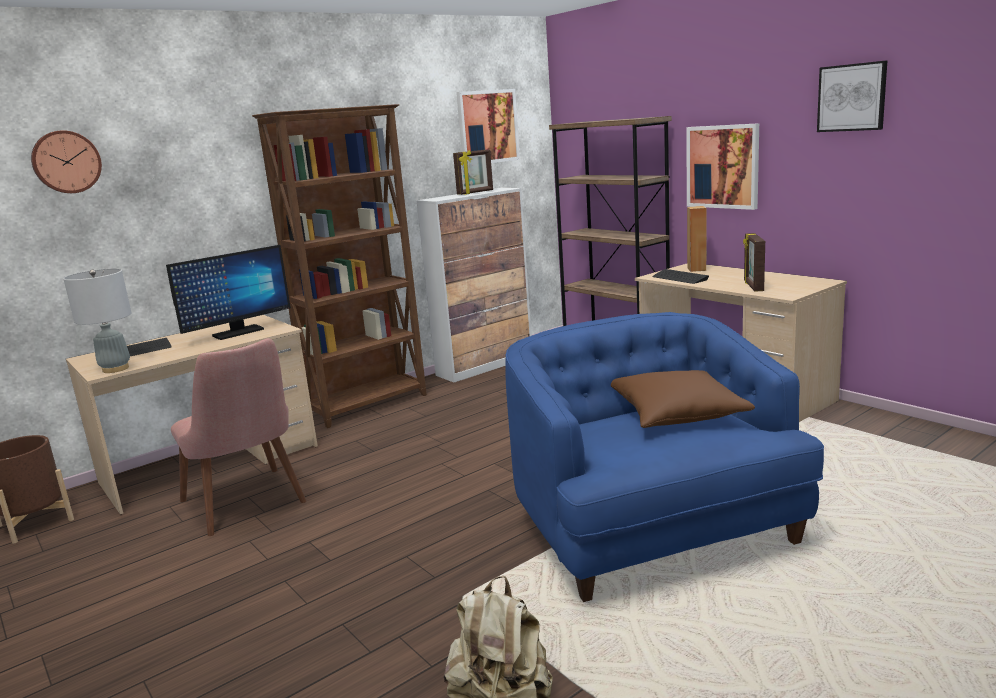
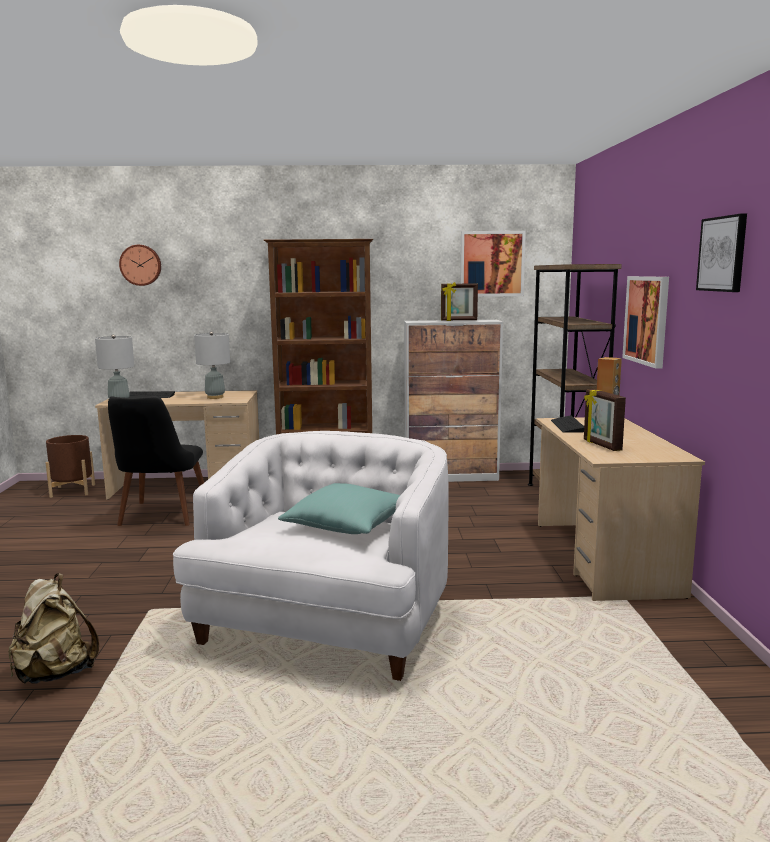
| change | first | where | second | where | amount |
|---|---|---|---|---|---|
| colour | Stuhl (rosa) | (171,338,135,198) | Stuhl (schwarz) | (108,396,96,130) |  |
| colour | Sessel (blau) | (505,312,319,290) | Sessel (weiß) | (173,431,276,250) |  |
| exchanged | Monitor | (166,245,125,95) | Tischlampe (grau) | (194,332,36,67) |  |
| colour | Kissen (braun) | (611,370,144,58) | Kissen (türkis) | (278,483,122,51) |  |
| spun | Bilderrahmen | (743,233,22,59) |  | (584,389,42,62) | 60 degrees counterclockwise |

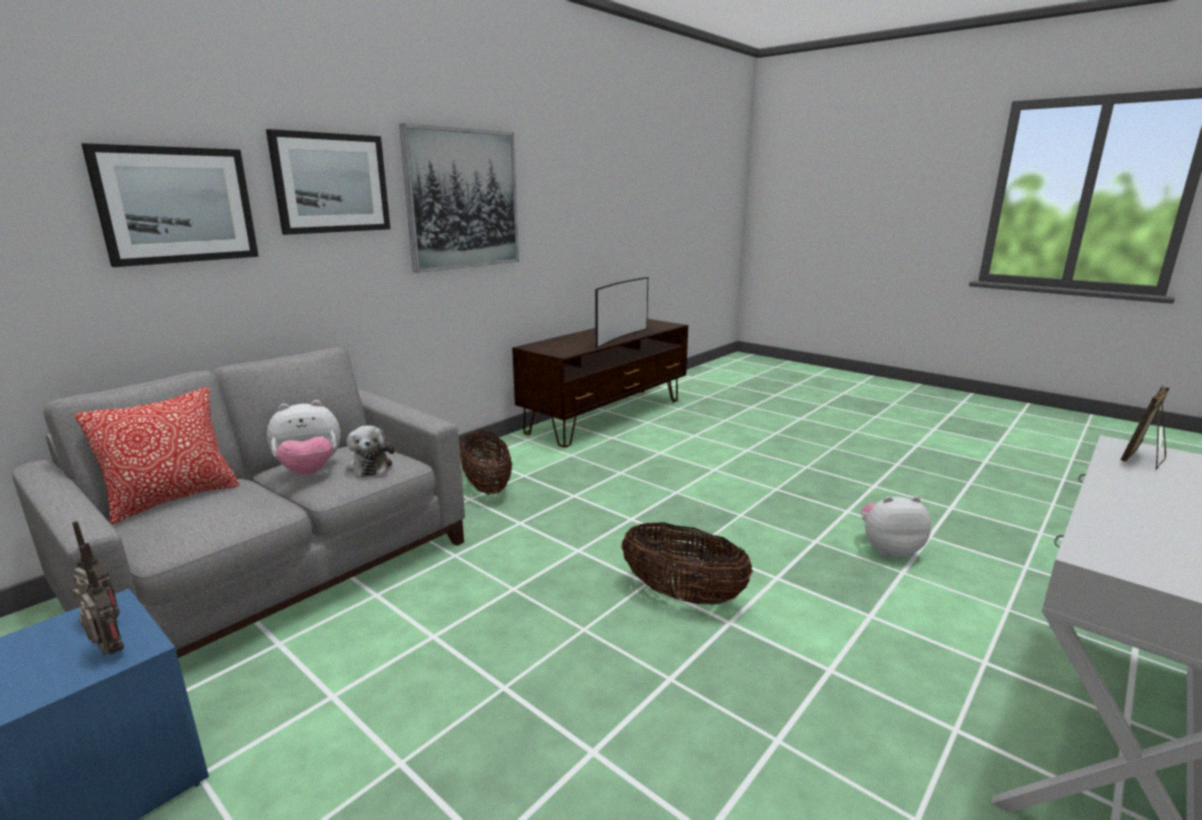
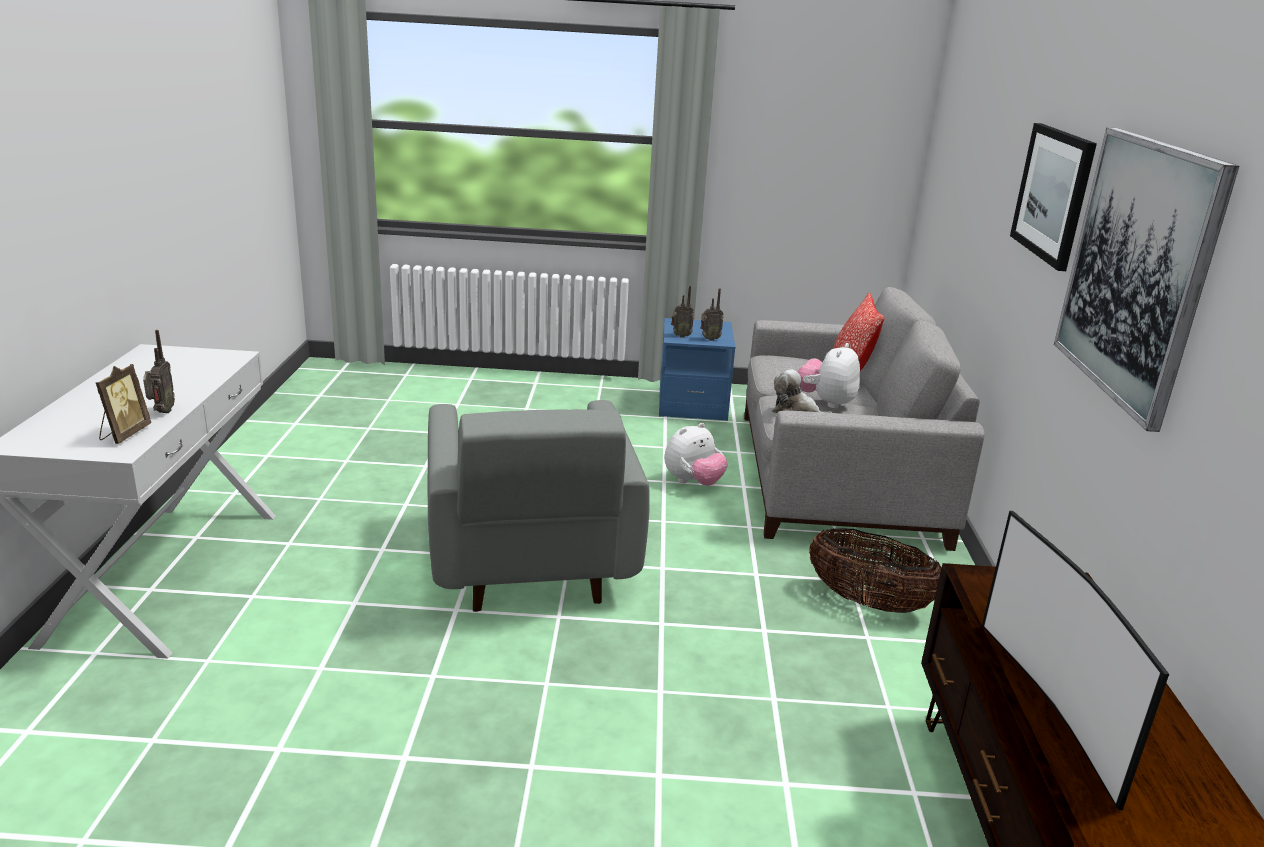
| change | first | where | second | where | amount |
|---|---|---|---|---|---|
| appeared |  |  | Radio | (143,330,32,83) |  |
| exchanged | Korb | (621,522,132,82) | Sessel (grau) | (428,400,222,212) |  |
| relocated | Plüschtier | (861,496,70,62) |  | (664,423,64,63) |  |
| missing | Bild | (81,143,178,124) |  |  |  |

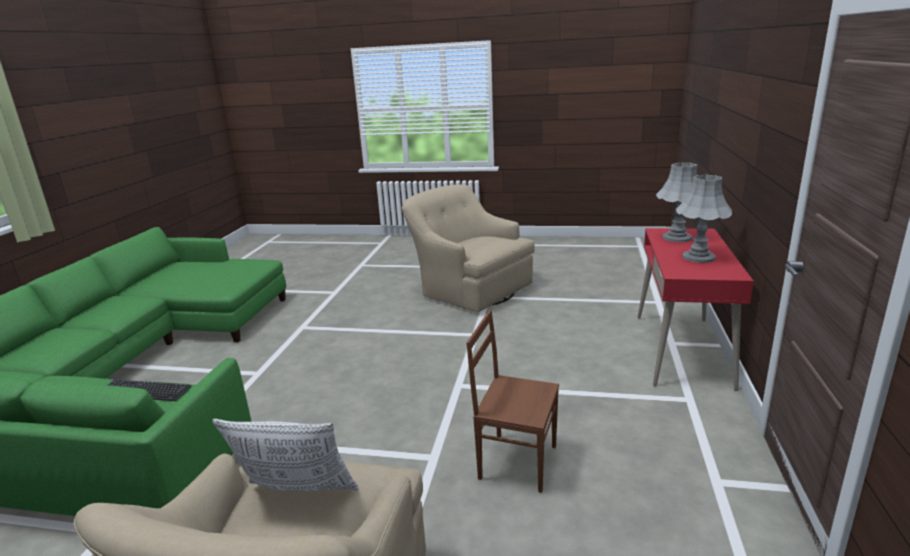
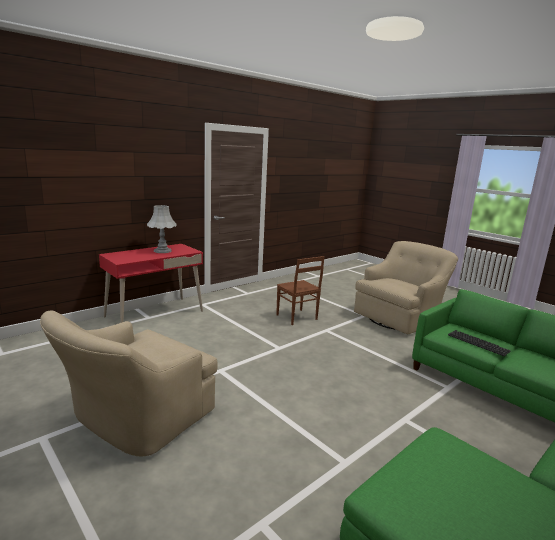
| change | first | where | second | where | amount |
|---|---|---|---|---|---|
| spun | Sessel (beige) | (402,184,132,128) |  | (40,310,178,147) | 45 degrees clockwise |
| missing | Kissen | (212,419,147,72) |  |  |  |
| missing | Tischlampe (grau) | (656,162,41,80) |  |  |  |

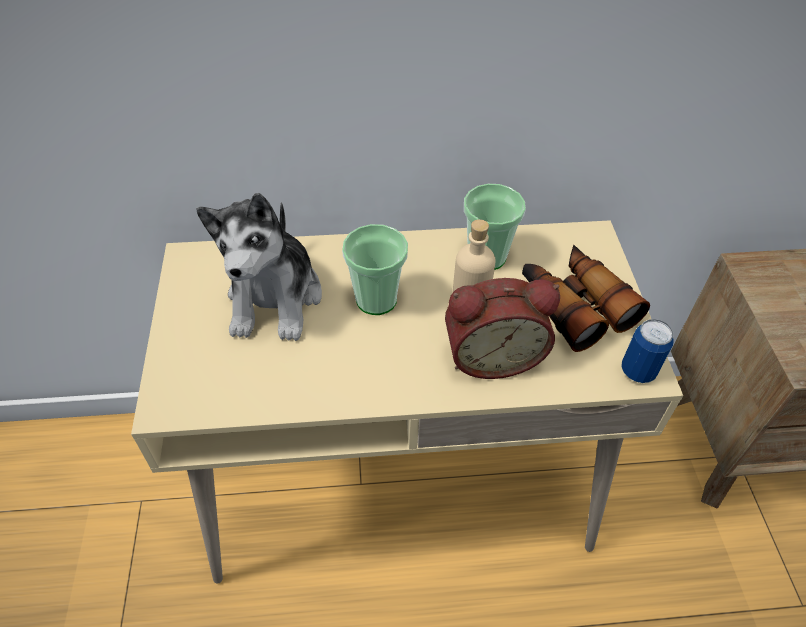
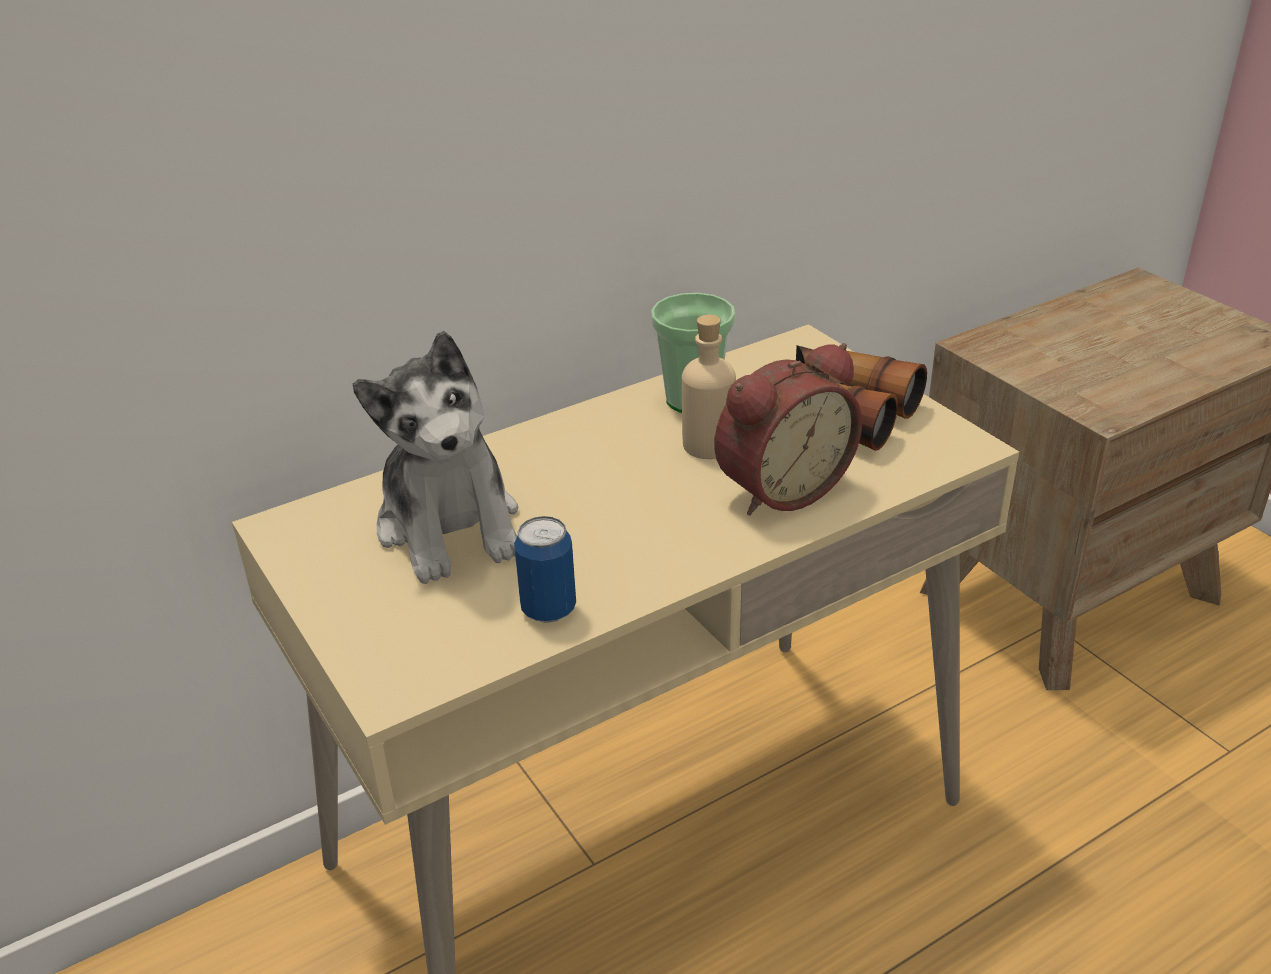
| change | first | where | second | where | amount |
|---|---|---|---|---|---|
| relocated | Dose | (621,319,52,64) |  | (514,516,62,107) |  |
| missing | Tasse | (342,224,66,91) |  |  |  |

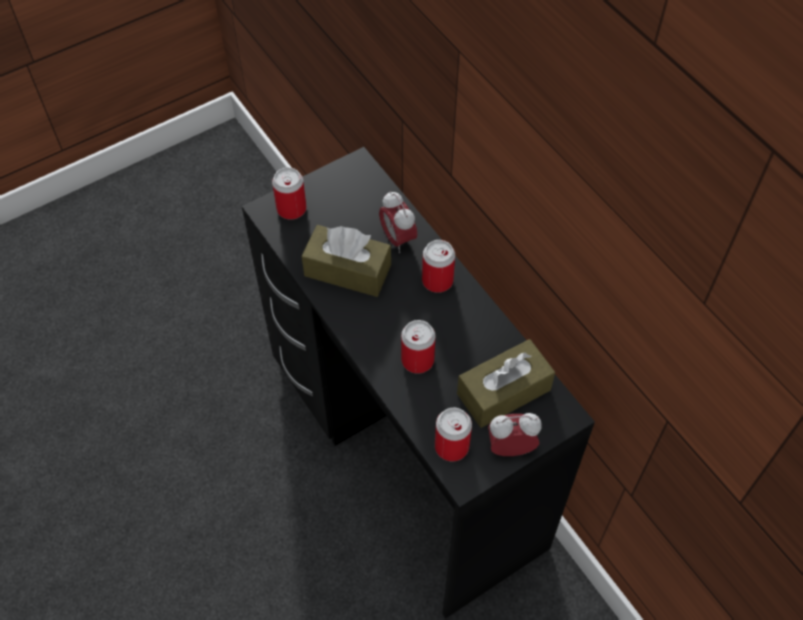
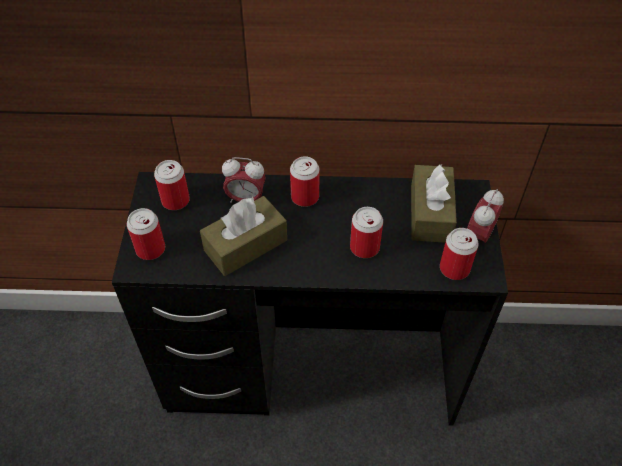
| change | first | where | second | where | amount |
|---|---|---|---|---|---|
| appeared |  |  | Dose | (154,160,36,50) |  |

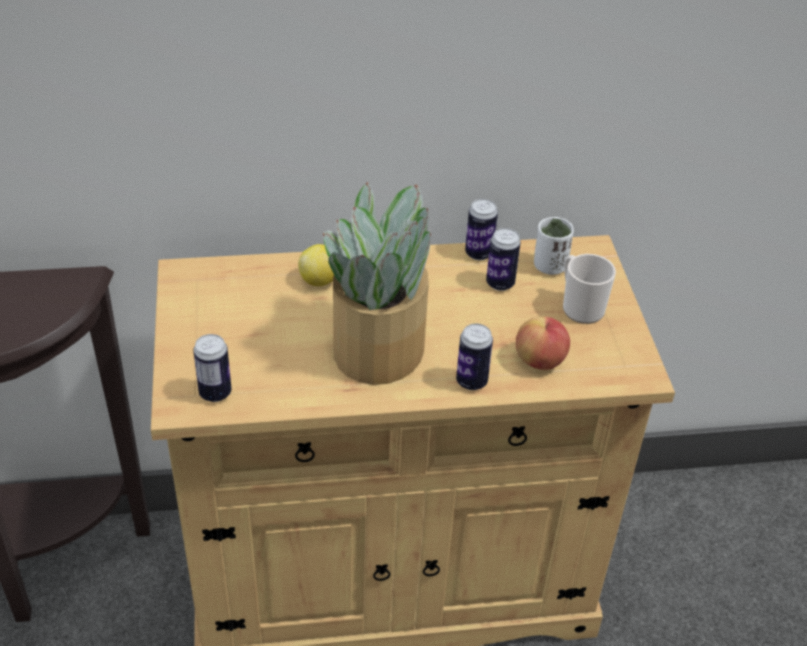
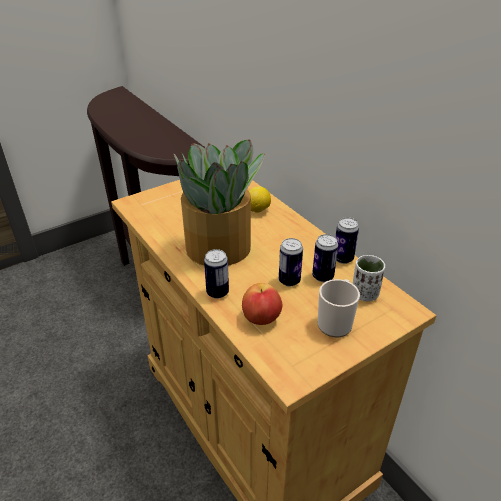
| change | first | where | second | where | amount |
|---|---|---|---|---|---|
| relocated | Dose | (193,334,39,68) |  | (279,238,24,48) |  |

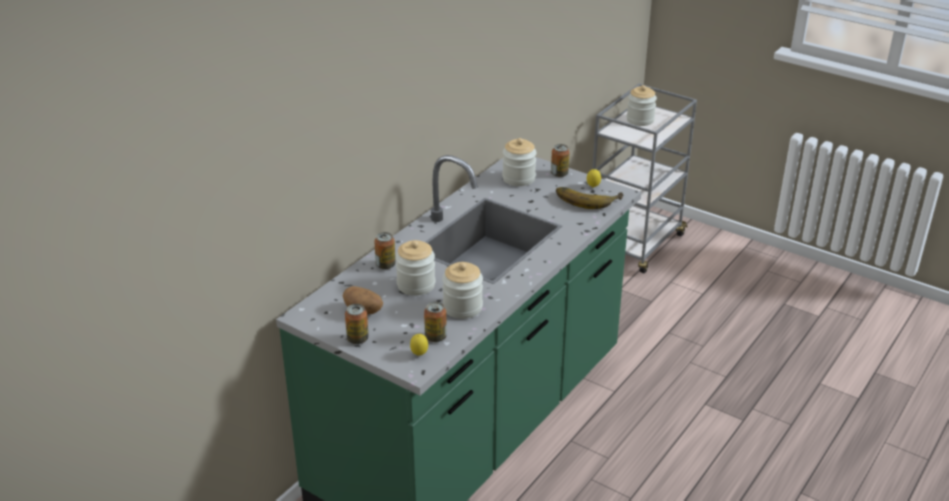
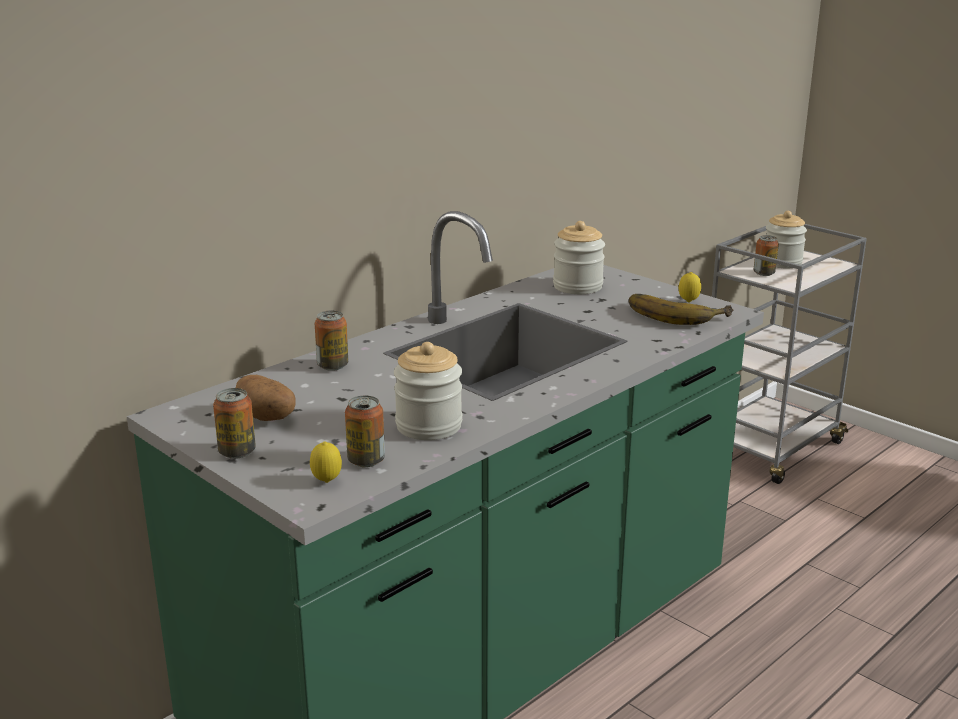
| change | first | where | second | where | amount |
|---|---|---|---|---|---|
| relocated | Dose | (551,144,19,33) |  | (753,235,26,41) |  |
| missing | Vorratsglas | (395,240,40,56) |  |  |  |

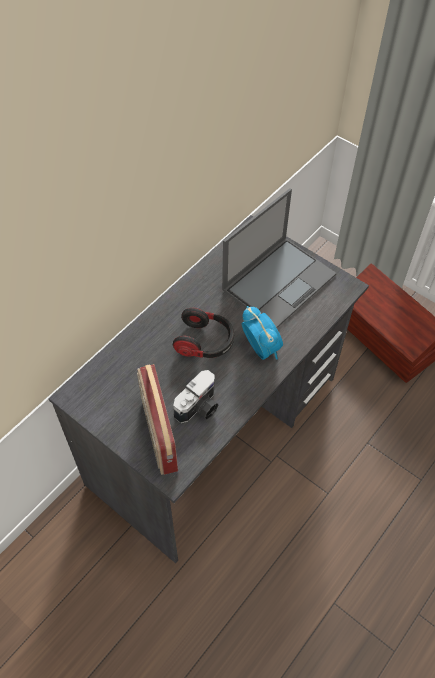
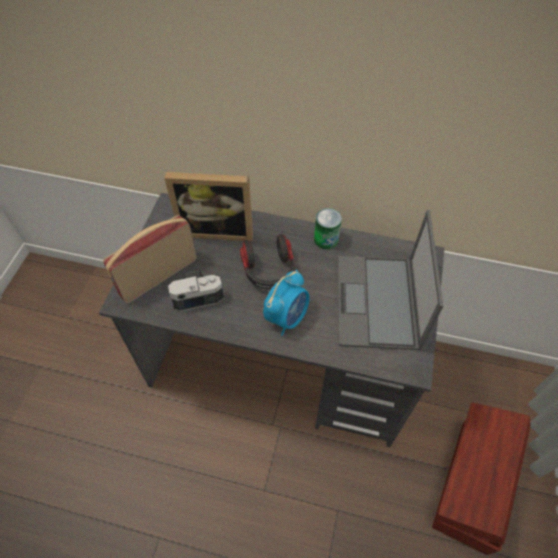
| change | first | where | second | where | amount |
|---|---|---|---|---|---|
| appeared |  |  | Bilderrahmen | (164,172,89,70) |  |
| spun | Kamera | (173,370,46,53) |  | (168,271,56,41) | 150 degrees clockwise |
| appeared |  |  | Dose | (314,208,28,41) |  |
| spun | Laptop | (222,188,114,140) |  | (338,210,105,140) | 75 degrees clockwise |

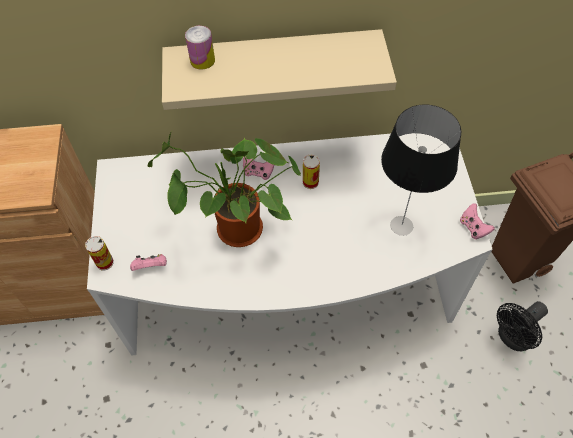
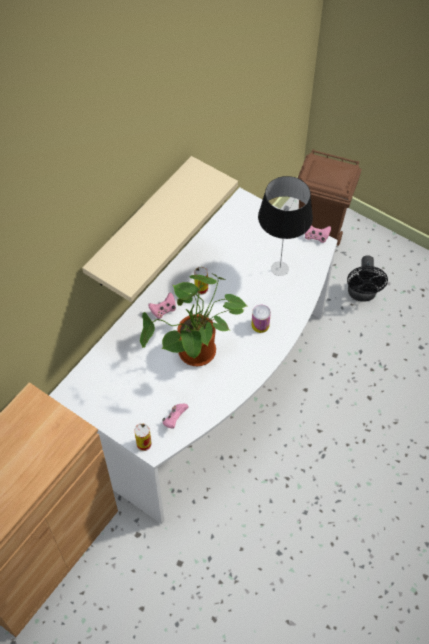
| change | first | where | second | where | amount |
|---|---|---|---|---|---|
| relocated | Dose | (185,26,30,44) |  | (251,305,20,28) |  |

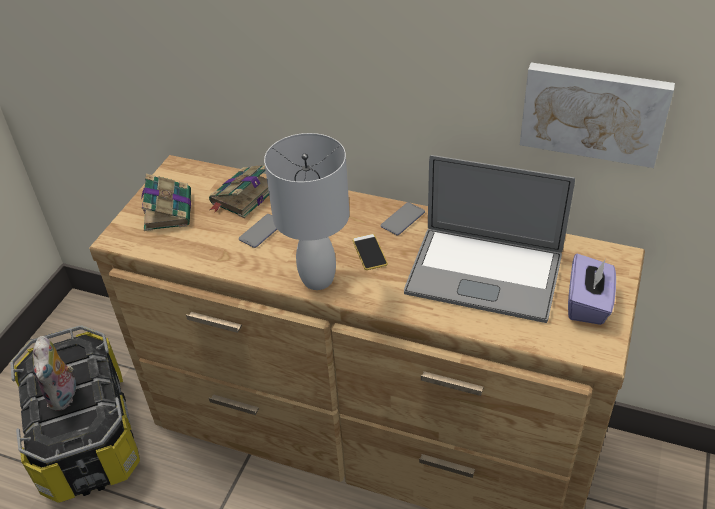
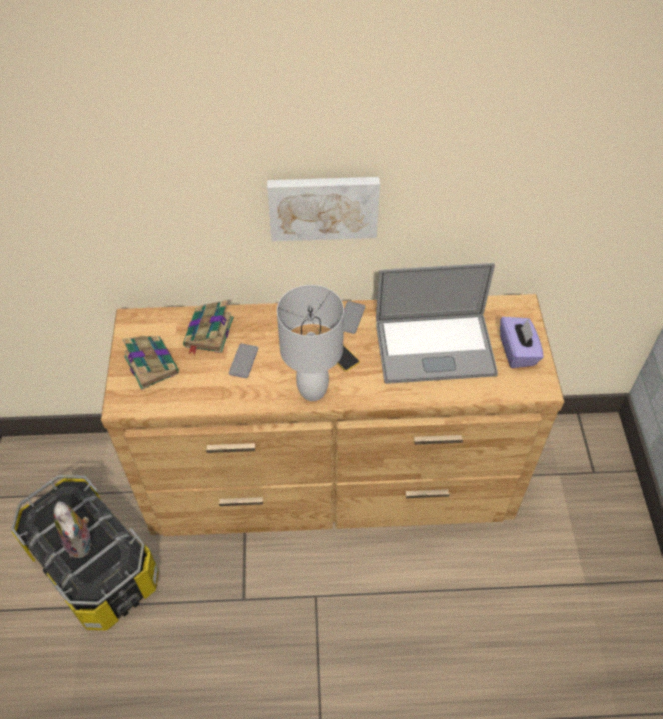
| change | first | where | second | where | amount |
|---|---|---|---|---|---|
| relocated | Bild | (520,62,155,106) |  | (267,177,113,64) |  |

